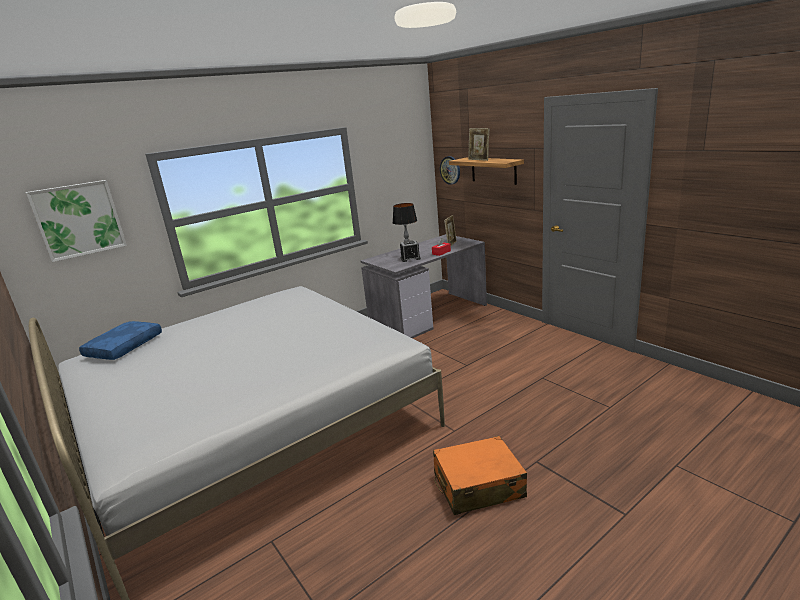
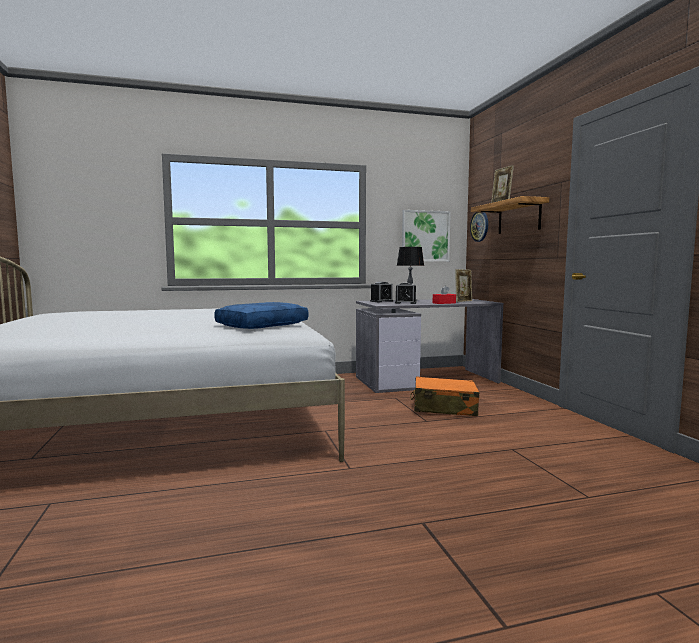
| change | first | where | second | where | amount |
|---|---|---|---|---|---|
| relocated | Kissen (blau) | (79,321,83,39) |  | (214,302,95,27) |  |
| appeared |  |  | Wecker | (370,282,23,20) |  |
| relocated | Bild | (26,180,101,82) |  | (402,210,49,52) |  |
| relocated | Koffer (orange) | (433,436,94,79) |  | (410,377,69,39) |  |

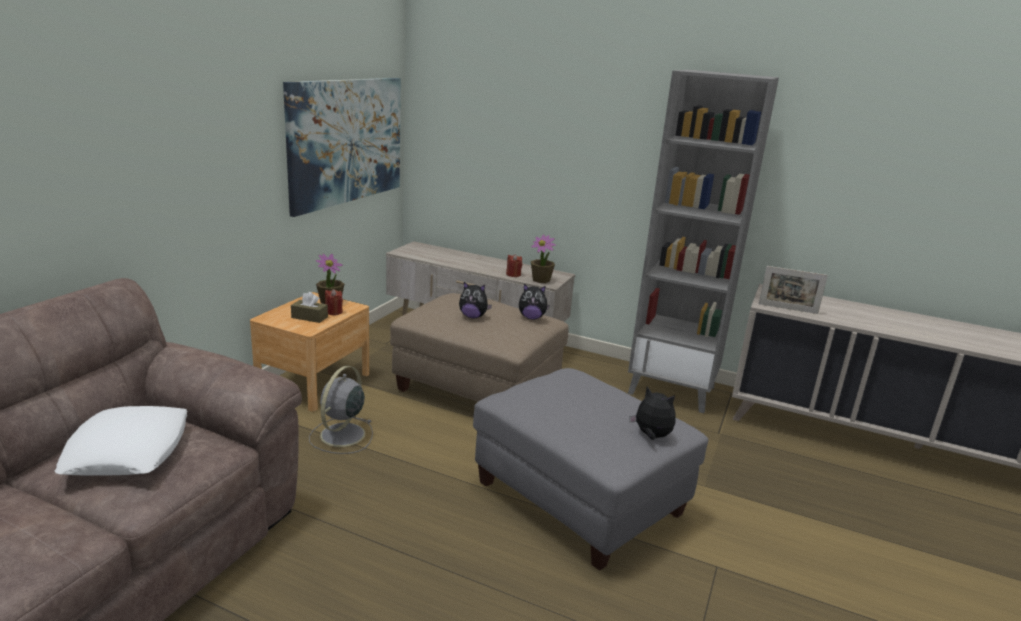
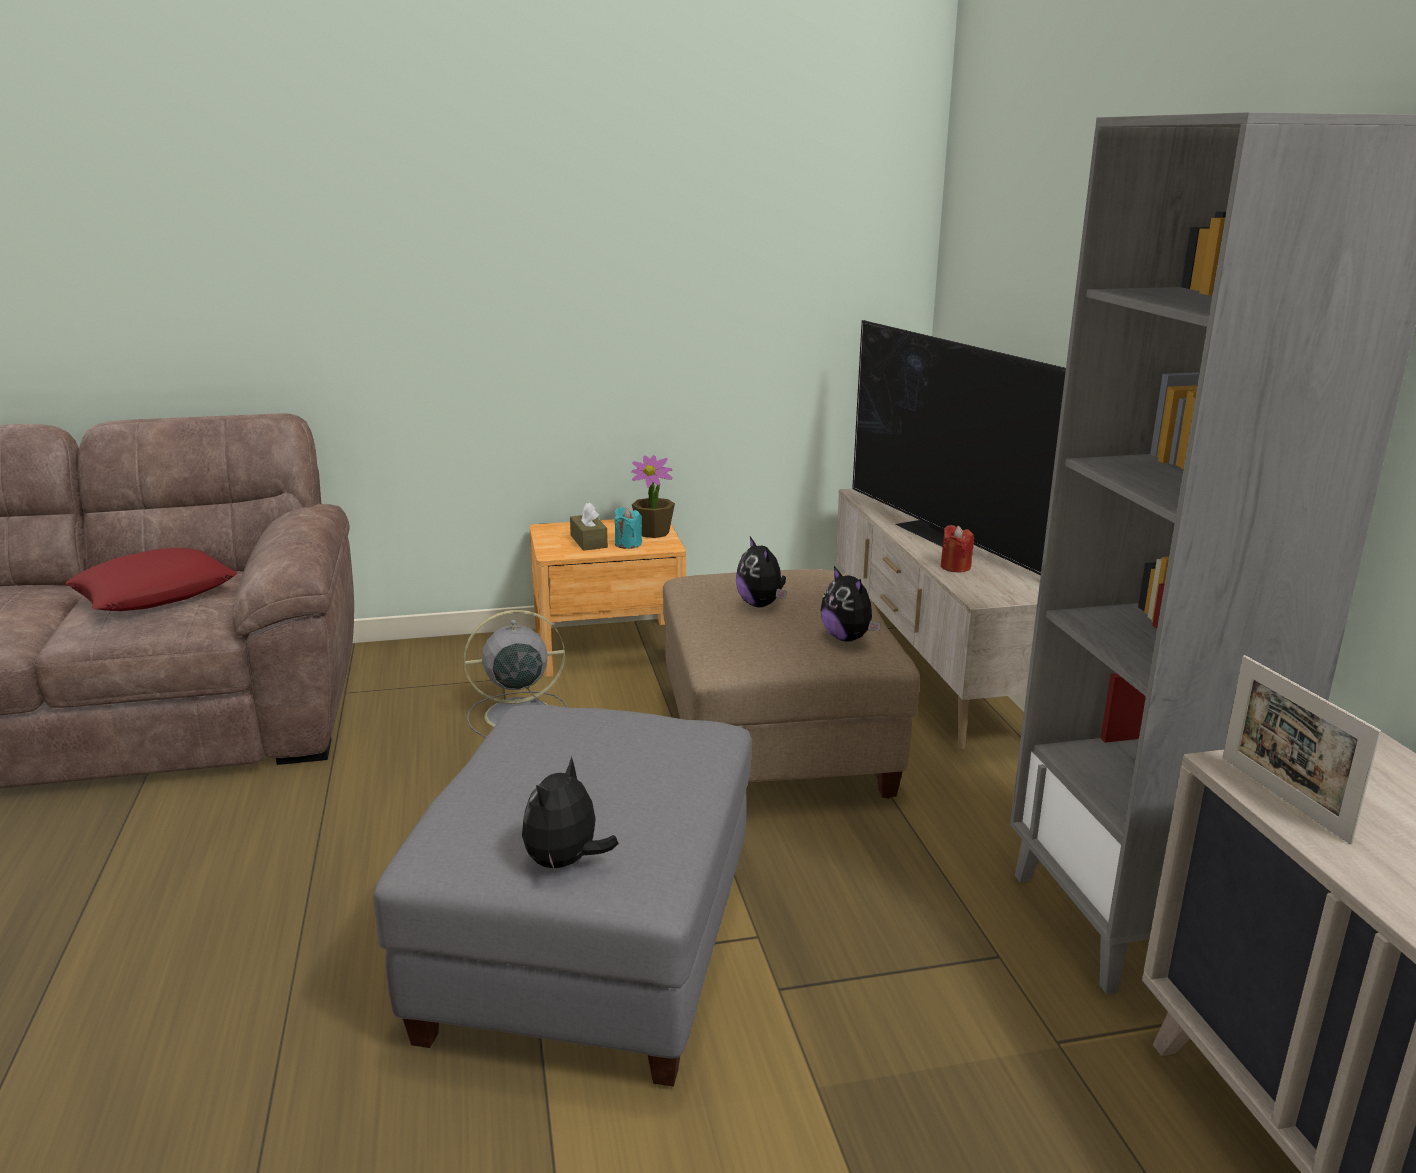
| change | first | where | second | where | amount |
|---|---|---|---|---|---|
| colour | Kissen (weiß) | (54,406,134,70) | Kissen (rot) | (66,548,171,63) |  |
| spun | Plüschtier | (629,387,47,53) |  | (522,756,97,115) | 150 degrees counterclockwise |
| colour | Kerze (rot) | (325,289,18,26) | Kerze (türkis) | (615,507,27,42) |  |
| appeared |  |  | Fernseher | (852,320,214,255) |  |
| missing | Bild | (283,78,118,139) |  |  |  |
| missing | Topfpflanze | (531,234,25,49) |  |  |  |

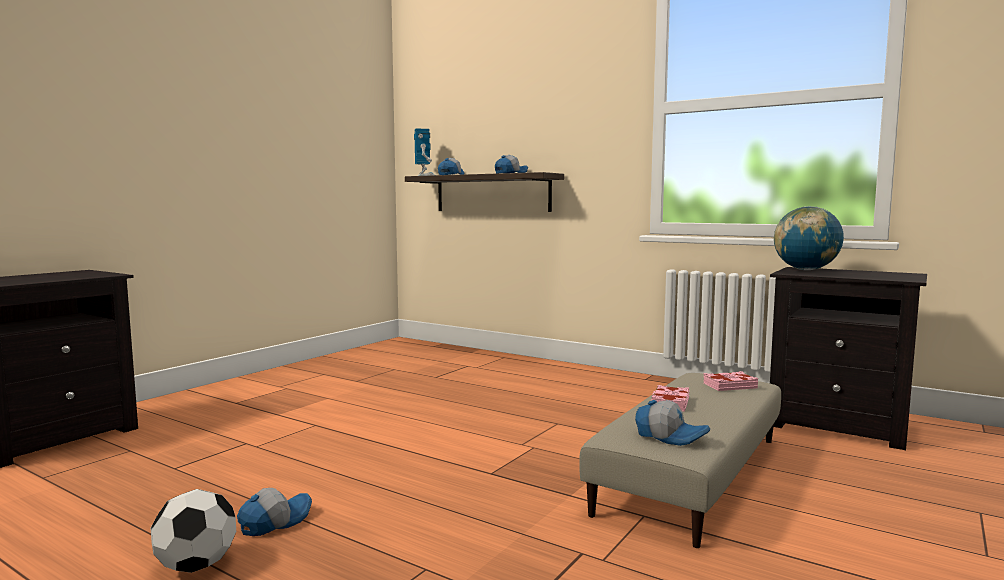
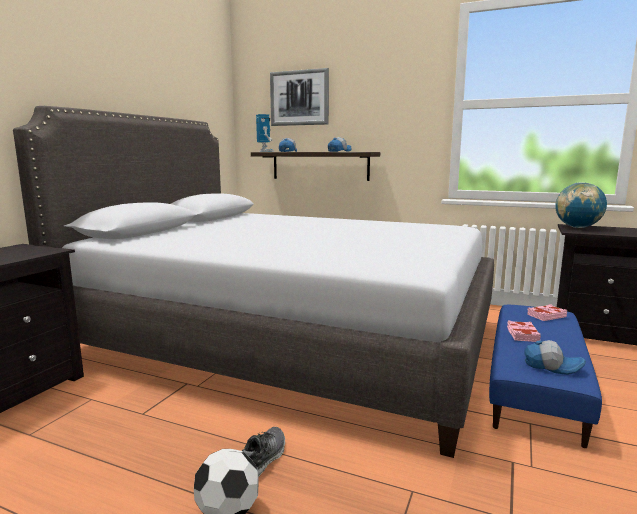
| change | first | where | second | where | amount |
|---|---|---|---|---|---|
| appeared |  |  | Bett (grau) | (13,106,481,352) |  |
| exchanged | Kappe | (237,488,75,48) | Schuh | (242,427,43,50) |  |
| appeared |  |  | Bild | (270,68,59,58) |  |
| colour | Polsterhocker (beige) | (579,373,202,175) | Polsterhocker (blau) | (489,305,113,143) |  |

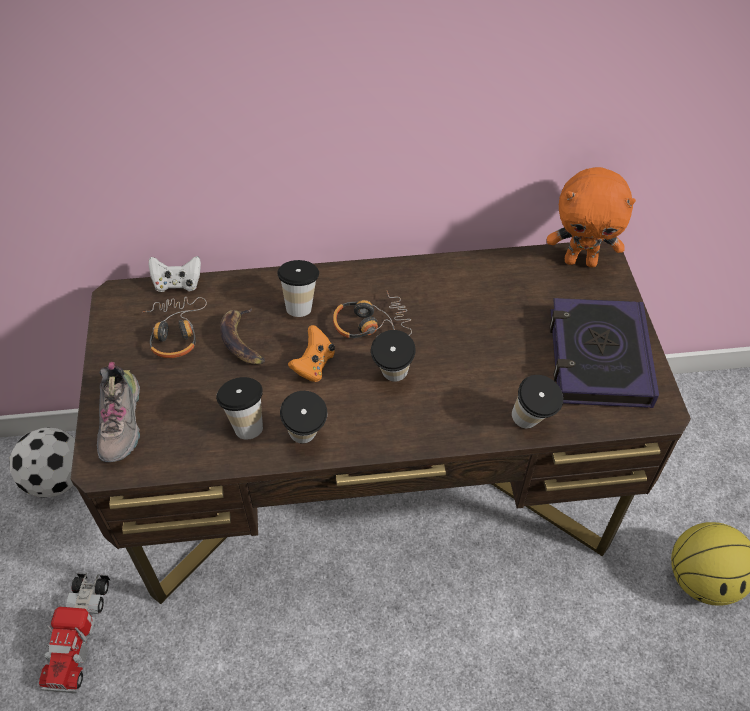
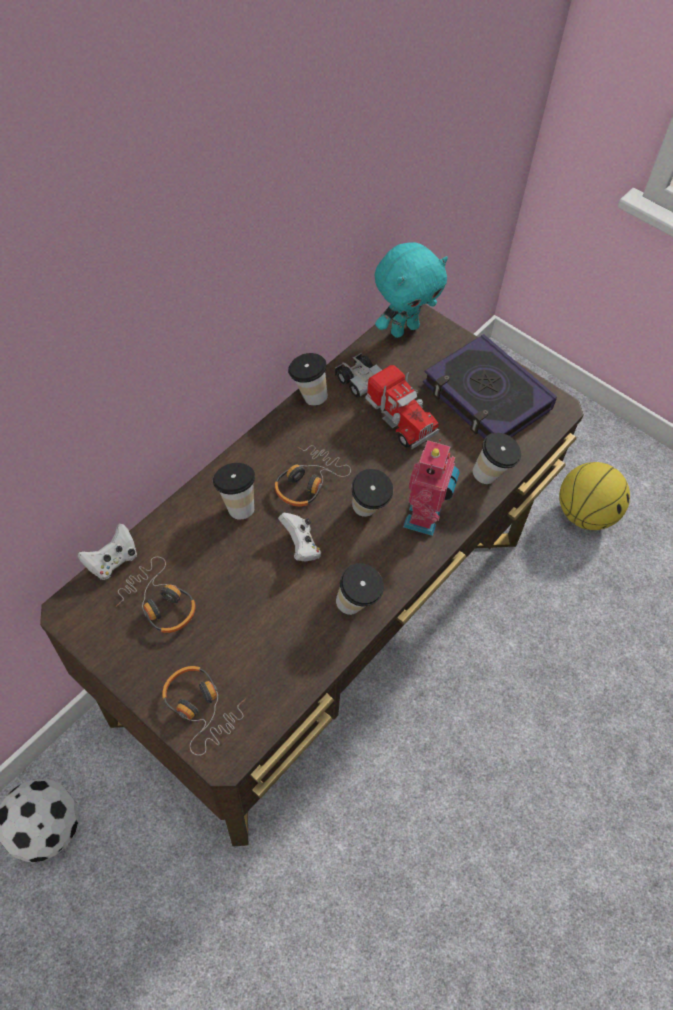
| change | first | where | second | where | amount |
|---|---|---|---|---|---|
| exchanged | Schuh | (97,362,43,100) | Kopfhörer | (162,666,84,90) |  |
| colour | Gamepad (orange) | (288,325,47,57) | Gamepad (weiß) | (278,513,43,49) |  |
| relocated | Tasse | (216,377,47,63) |  | (288,353,40,53) |  |
| relocated | Spielzeuglaster | (39,573,71,121) |  | (335,353,104,96) |  |
| colour | Plüschtier (orange) | (547,167,89,100) | Plüschtier (türkis) | (375,242,73,96) |  |
| appeared |  |  | Spielzeugroboter | (403,439,57,97) |  |
| missing | Banane | (220,308,45,56) |  |  |  |

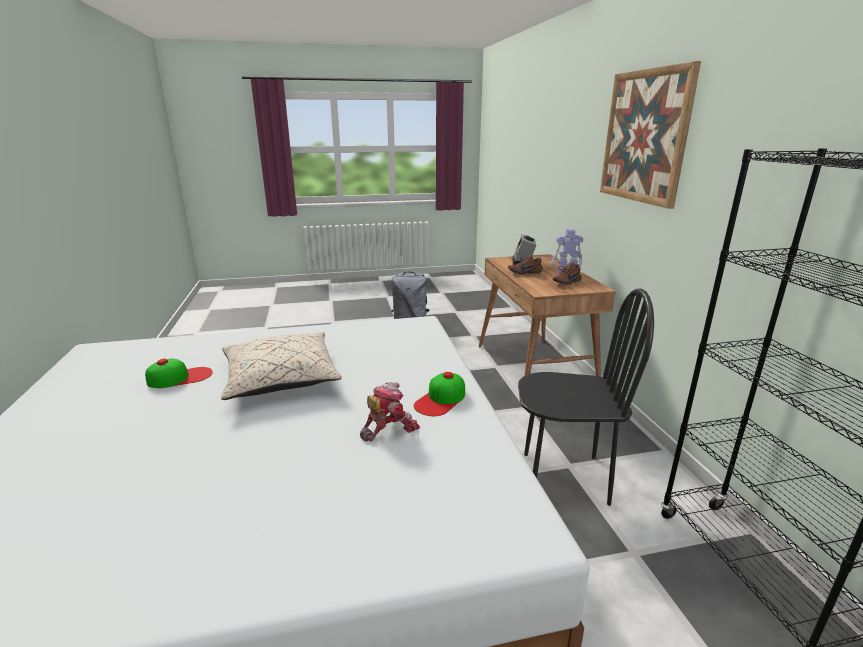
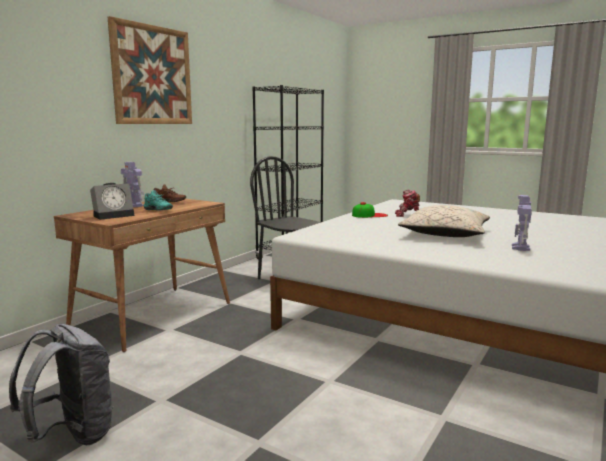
| change | first | where | second | where | amount |
|---|---|---|---|---|---|
| colour | Schuh (braun) | (508,255,35,20) | Schuh (türkis) | (144,190,29,21) |  |
| exchanged | Kappe | (145,358,68,30) | Spielzeugroboter | (512,195,20,56) |  |

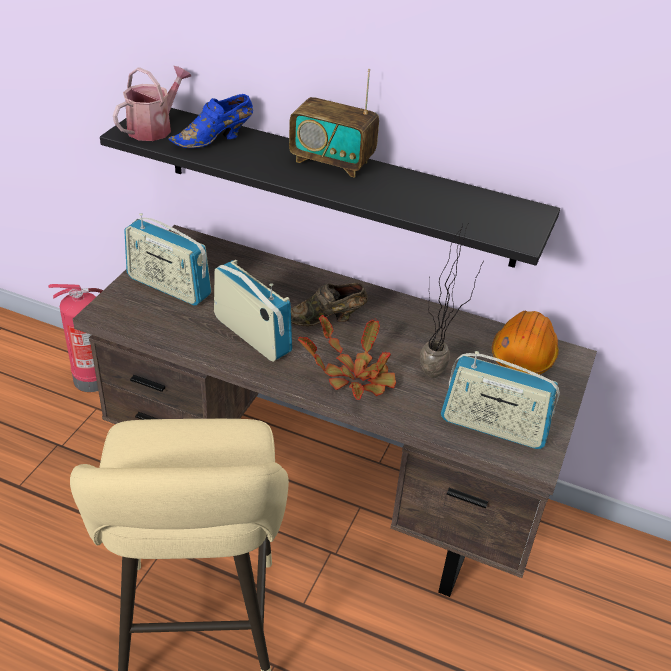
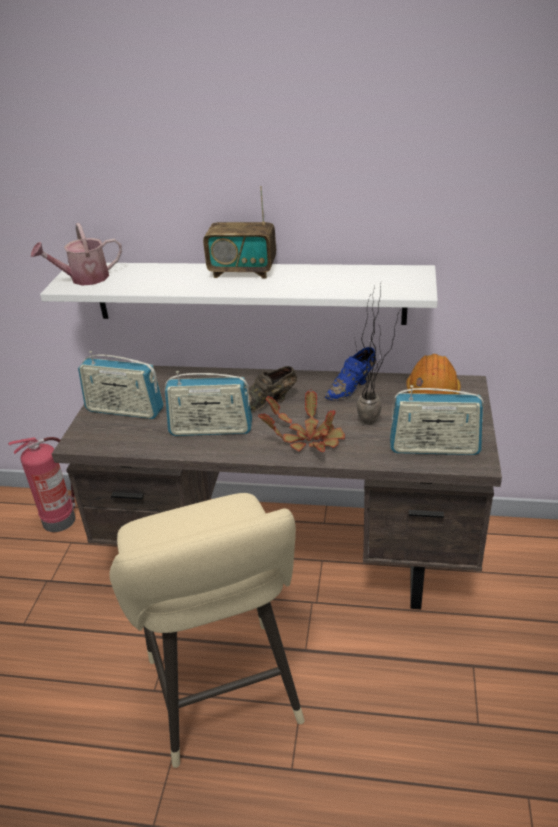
| change | first | where | second | where | amount |
|---|---|---|---|---|---|
| spun | Gießkanne | (113,66,78,75) |  | (31,223,91,63) | 135 degrees counterclockwise |
| colour | Wandregal (schwarz) | (100,108,460,160) | Wandregal (weiß) | (40,263,398,62) |  |
| spun | Radio | (214,260,78,102) |  | (164,371,88,65) | 150 degrees clockwise |
| relocated | Schuh (blau) | (168,94,85,54) |  | (324,347,52,54) |  |

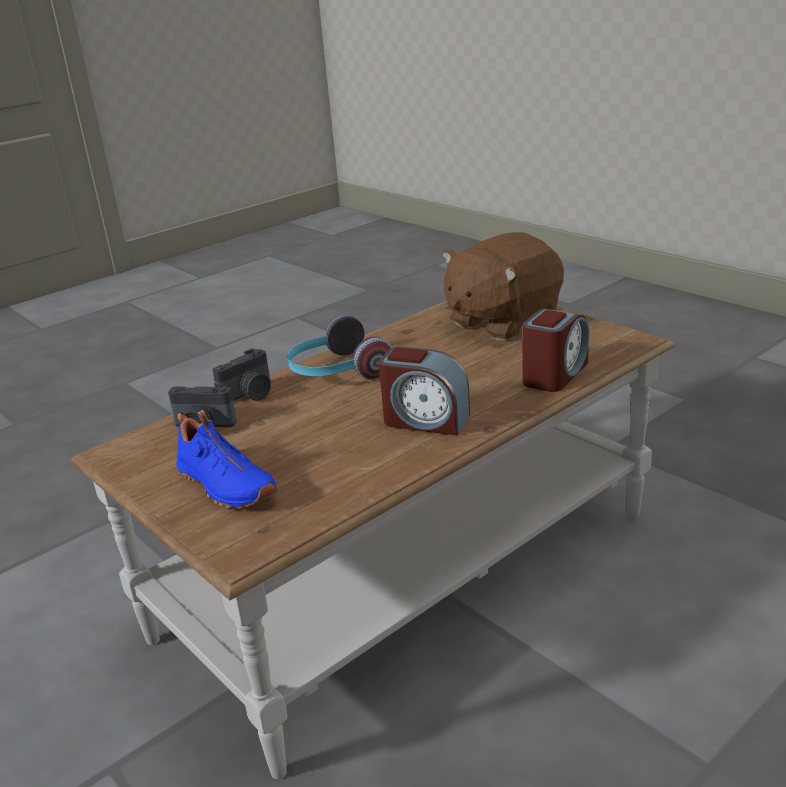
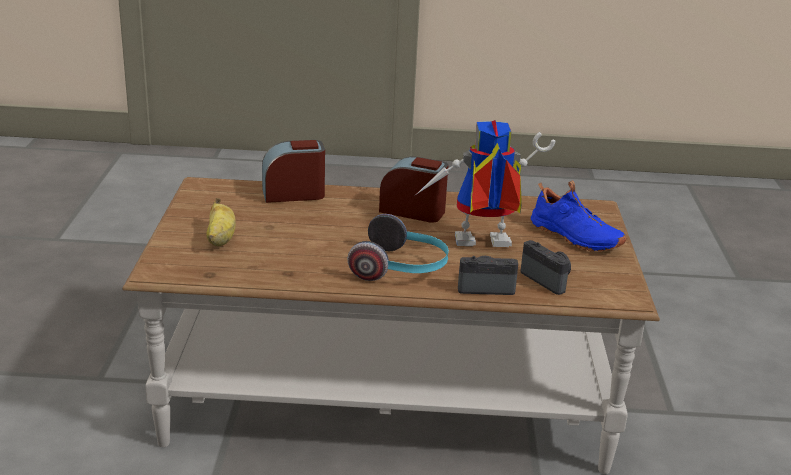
| change | first | where | second | where | amount |
|---|---|---|---|---|---|
| exchanged | Plüschtier (braun) | (441,232,123,109) | Banane | (206,198,30,48) |  |
| spun | Wecker | (379,347,91,89) |  | (379,156,69,67) | 45 degrees counterclockwise |
| appeared |  |  | Spielzeugroboter | (417,120,138,127) |  |
| spun | Schuh (blau) | (177,410,100,99) |  | (531,181,95,71) | 135 degrees clockwise |

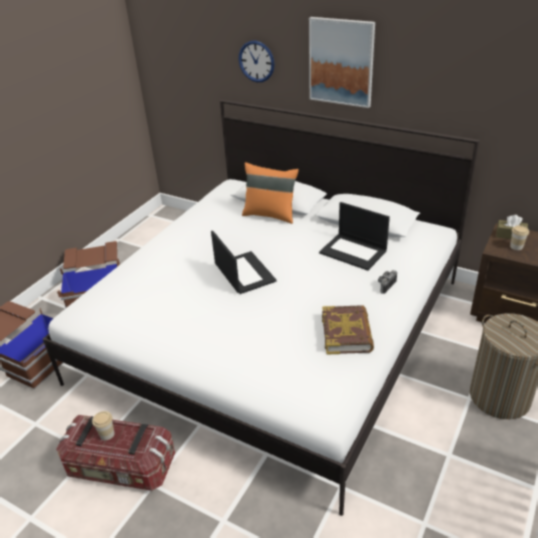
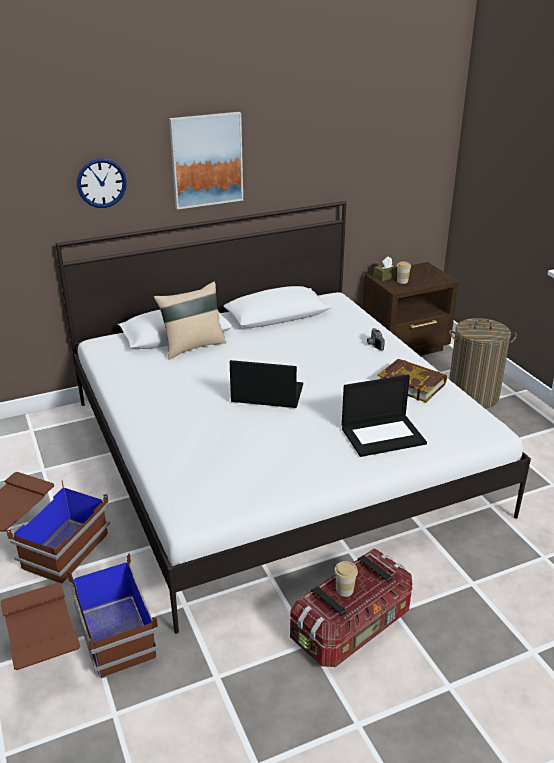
| change | first | where | second | where | amount |
|---|---|---|---|---|---|
| colour | Kissen (orange) | (242,162,57,62) | Kissen (beige) | (154,282,72,78) |  |
| relocated | Laptop | (319,202,71,69) |  | (342,375,85,82) |  |

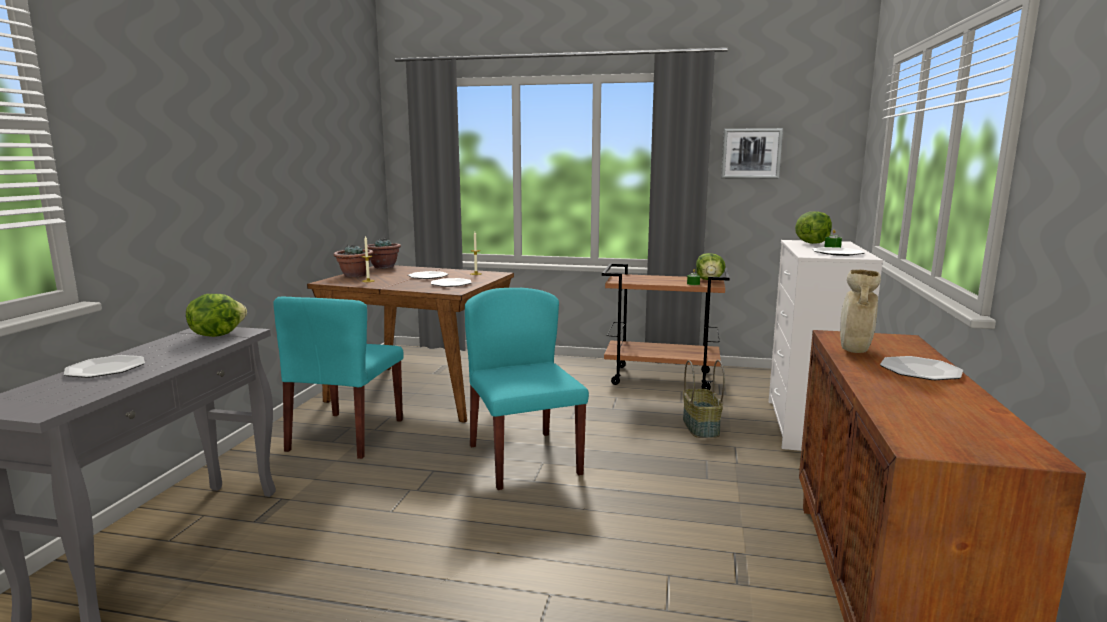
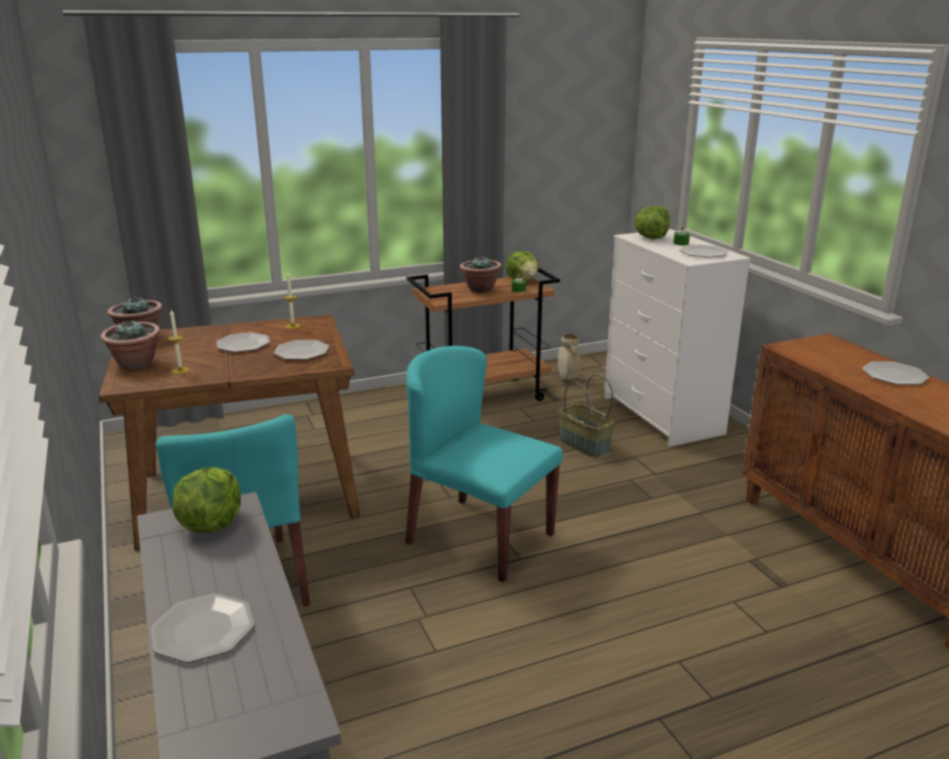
| change | first | where | second | where | amount |
|---|---|---|---|---|---|
| appeared |  |  | Topfpflanze | (460,255,42,38) |  |
| relocated | Vase (beige) | (840,270,41,83) |  | (558,334,22,47) |  |
| missing | Bild | (721,128,62,51) |  |  |  |

